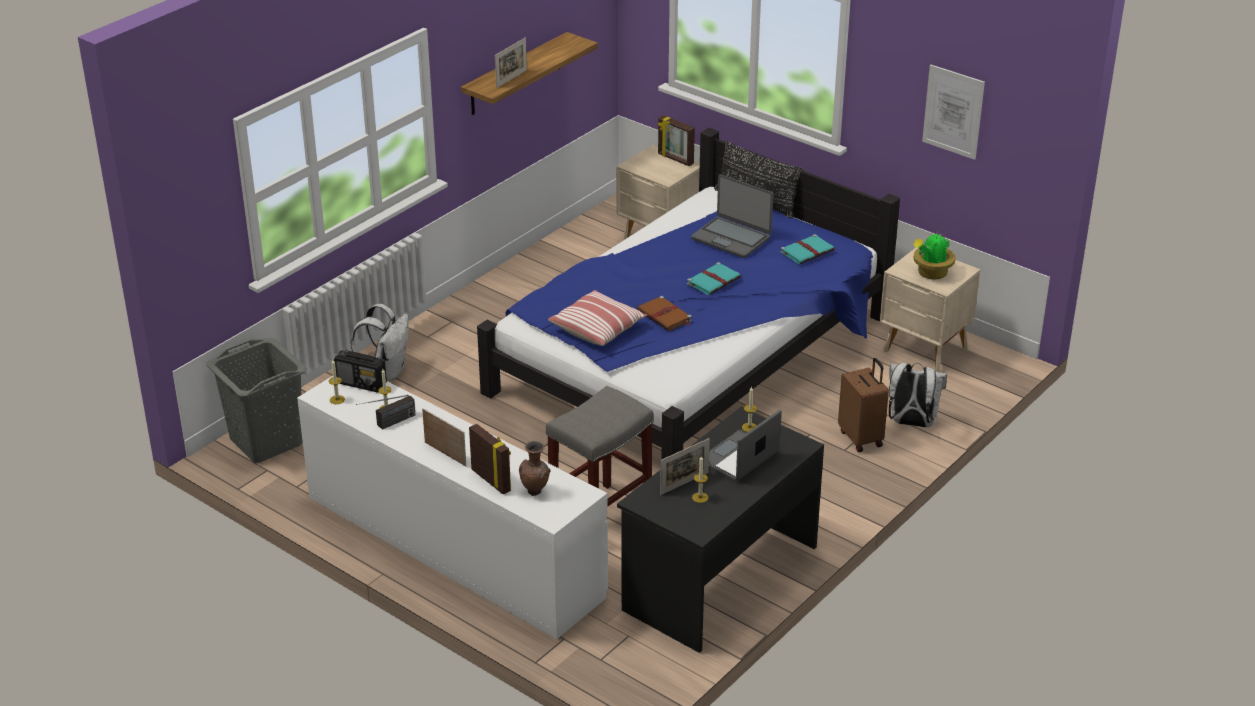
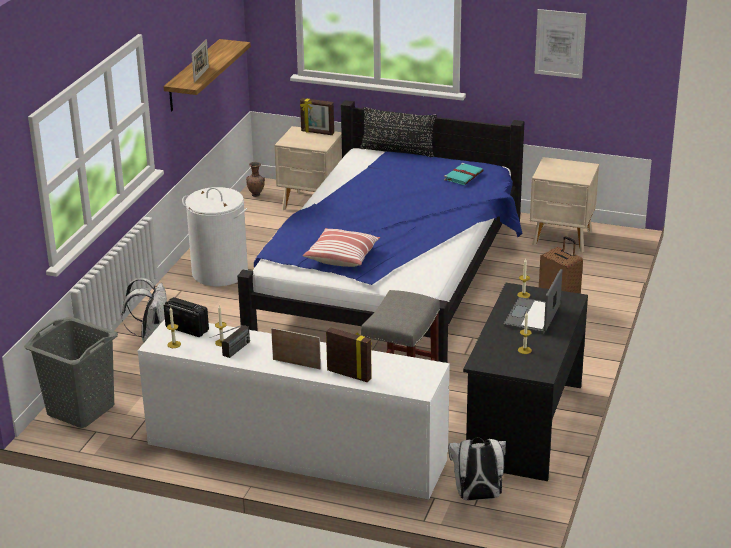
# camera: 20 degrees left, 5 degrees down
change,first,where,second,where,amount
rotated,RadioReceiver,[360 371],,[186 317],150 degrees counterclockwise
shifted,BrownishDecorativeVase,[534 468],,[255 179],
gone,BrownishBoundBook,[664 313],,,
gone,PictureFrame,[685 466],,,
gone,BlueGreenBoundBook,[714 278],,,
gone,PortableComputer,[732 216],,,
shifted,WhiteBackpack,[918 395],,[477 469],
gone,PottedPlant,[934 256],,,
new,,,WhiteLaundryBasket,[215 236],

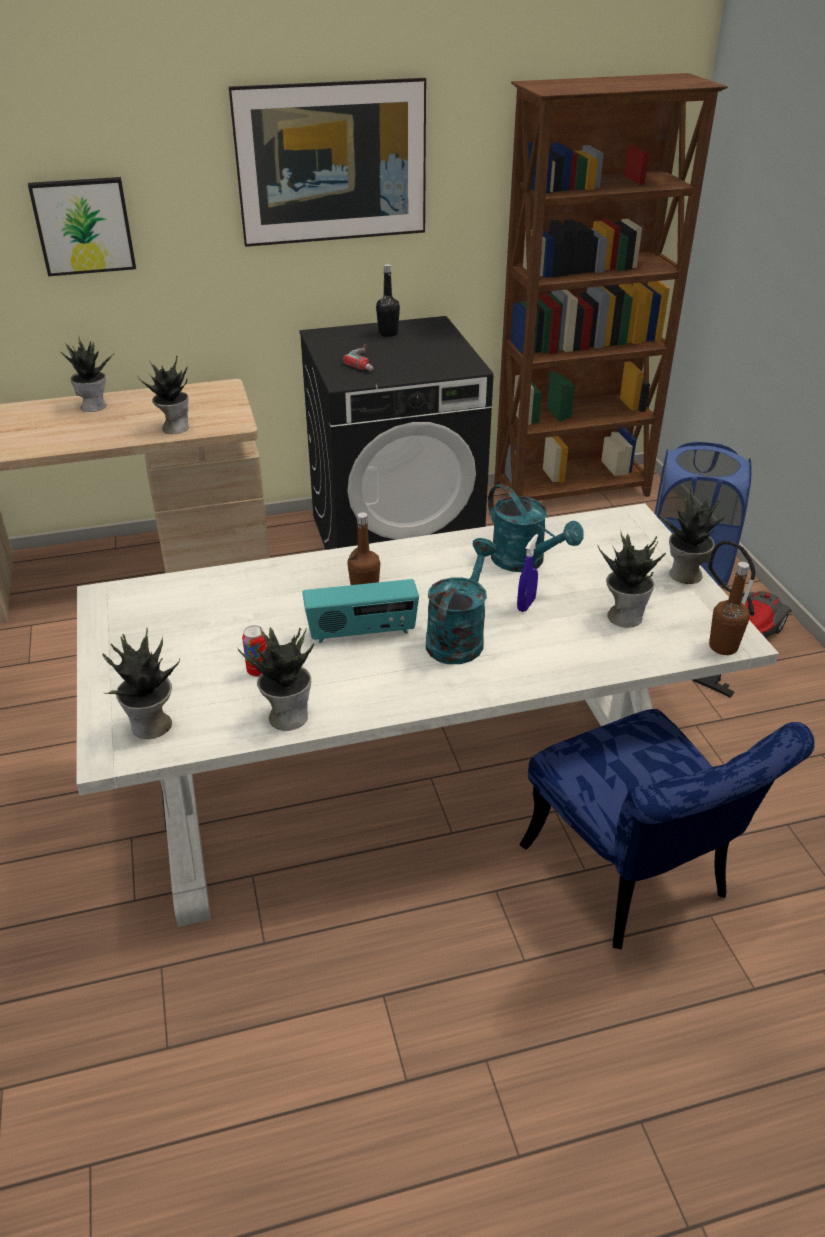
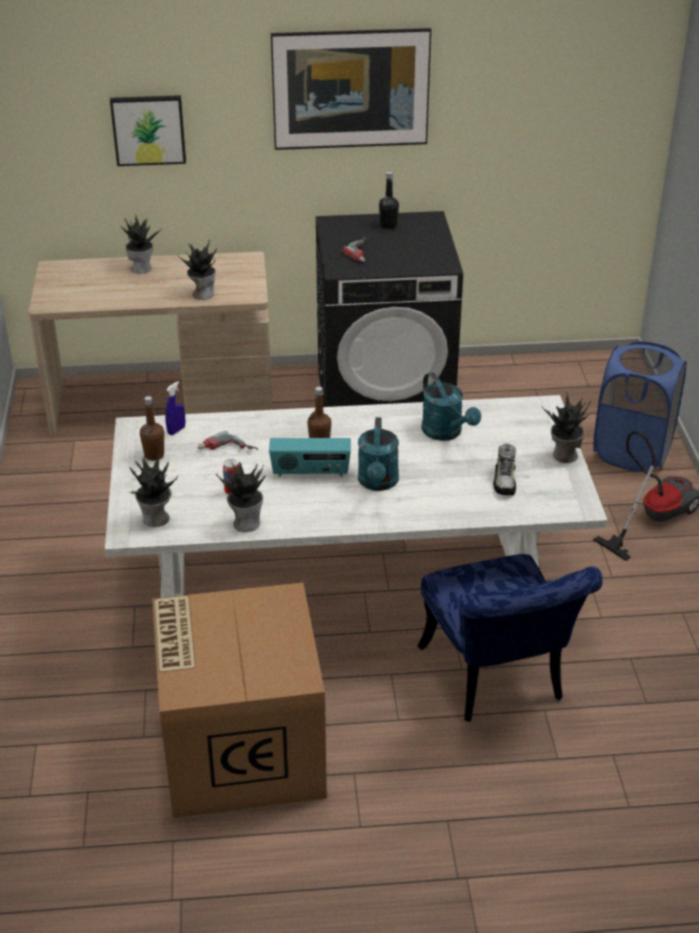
# camera: 10 degrees right, 0 degrees up
change,first,where,second,where,amount
rotated,BlueGreenSprinklingCan,[461 601],,[378 454],150 degrees clockwise
gone,BrownishBookcase,[611 287],,,
shifted,BluishSprayBottle,[527 573],,[175 408],
swapped,PottedPlant,[632 578],Shoe,[504 469],
shifted,BrownishBeverageBottle,[729 608],,[152 428],
new,,,Carton,[239 700],
new,,,Drill,[227 440],

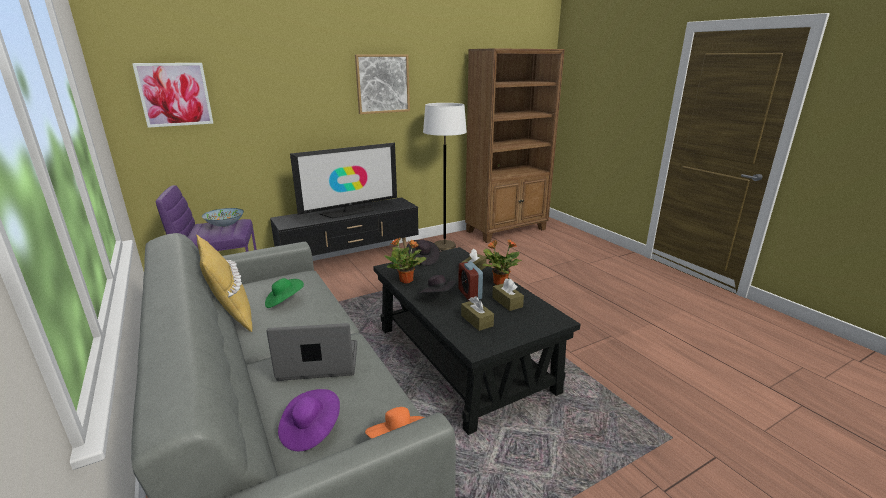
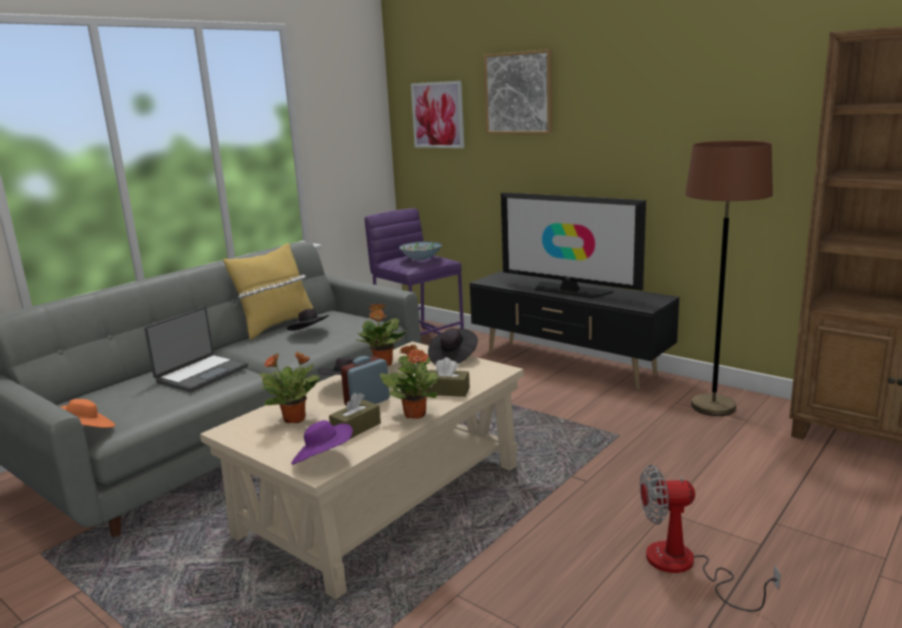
# camera: 70 degrees right, 5 degrees down
change,first,where,second,where,amount
repainted,GreenColouredWearableHat,[284 293],BlackWearableHat,[308 320],
rotated,PortableComputer,[311 352],,[196 349],60 degrees clockwise
shifted,PurplishWearableHat,[309 420],,[322 442],
shifted,Picture,[382 84],,[518 91],
repainted,BlackLoungeTable,[477 341],BeigeLoungeTable,[362 471],
repainted,WhiteStandingLamp,[445 177],BrownishStandingLamp,[729 278],
swapped,BrownishTissueBox,[477 313],PottedPlant,[289 387],
new,,,Fan,[710 538],

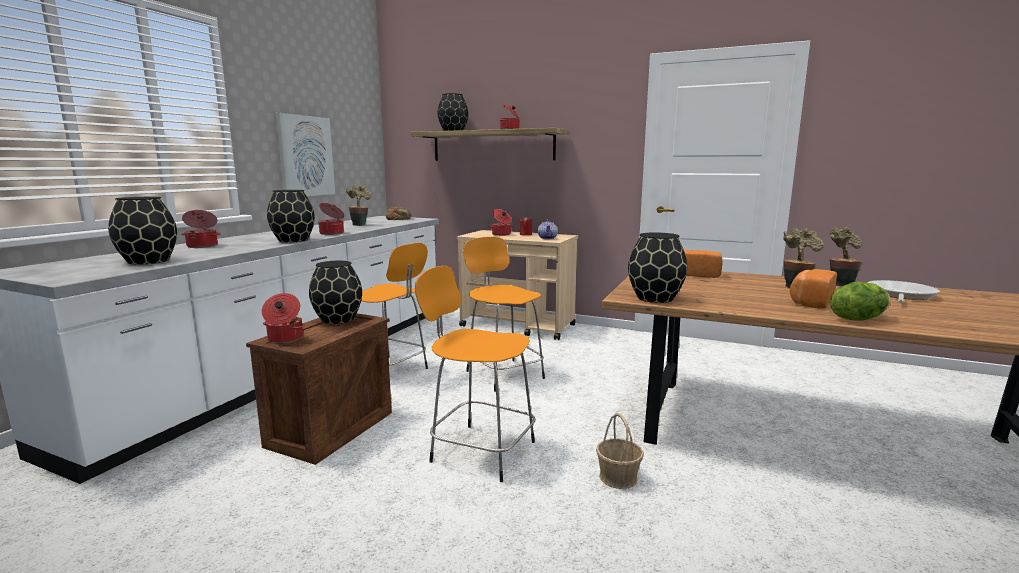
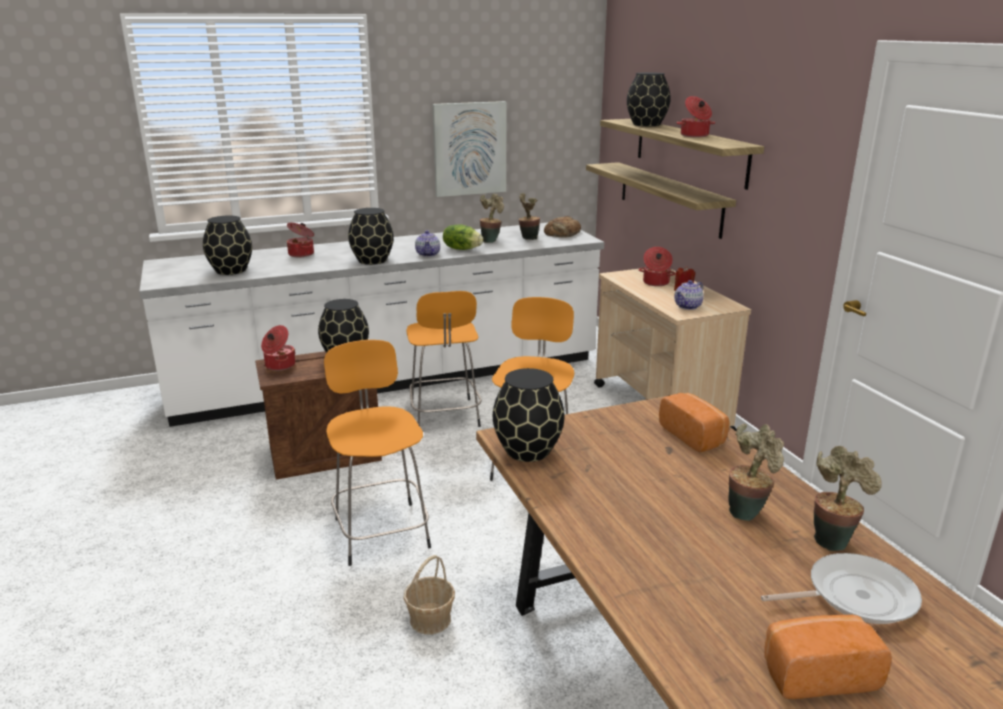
# camera: 45 degrees right, 10 degrees up
change,first,where,second,where,amount
swapped,Stockpot,[331 219],PotForTea,[427 243],
shifted,Bread,[813 289],,[828 657],
shifted,Lettuce,[860 301],,[463 237],
new,,,PottedPlant,[529 216],
new,,,BracketShelf,[661 200],

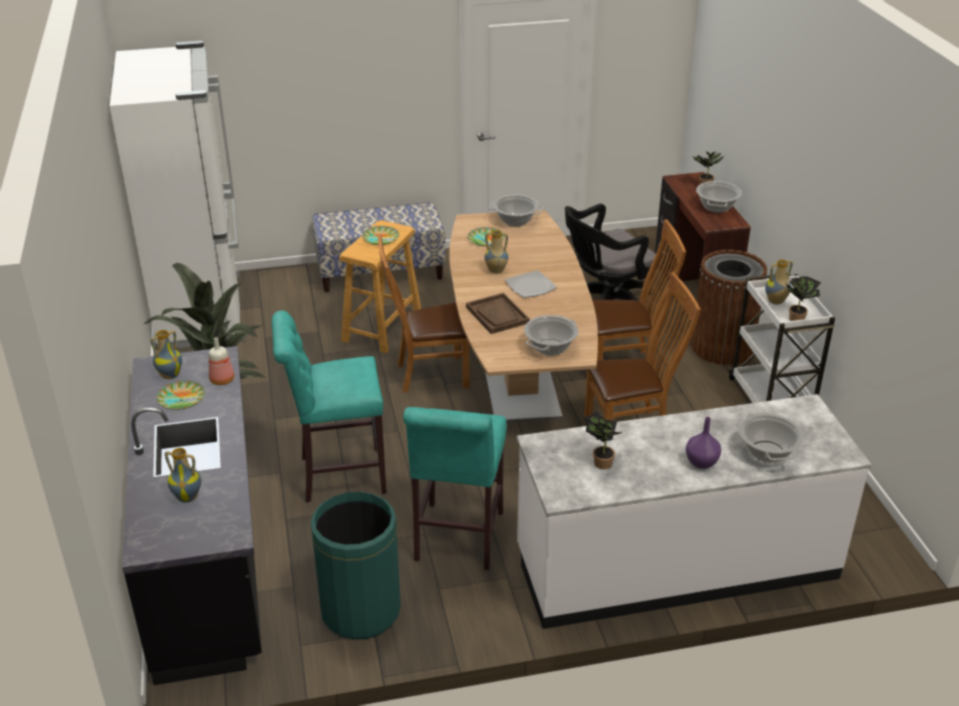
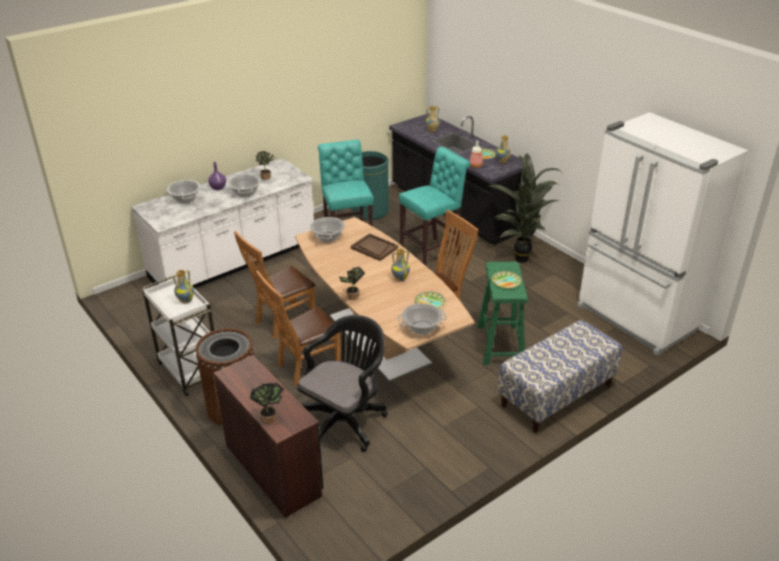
# camera: 155 degrees right, 0 degrees up
change,first,where,second,where,amount
repainted,BeigeStool,[380 286],GreenColouredStool,[502 313],
gone,DinnerPlate,[531 284],,,
shifted,Stockpot,[719 197],,[244 185],
shifted,PottedPlant,[803 298],,[352 283],

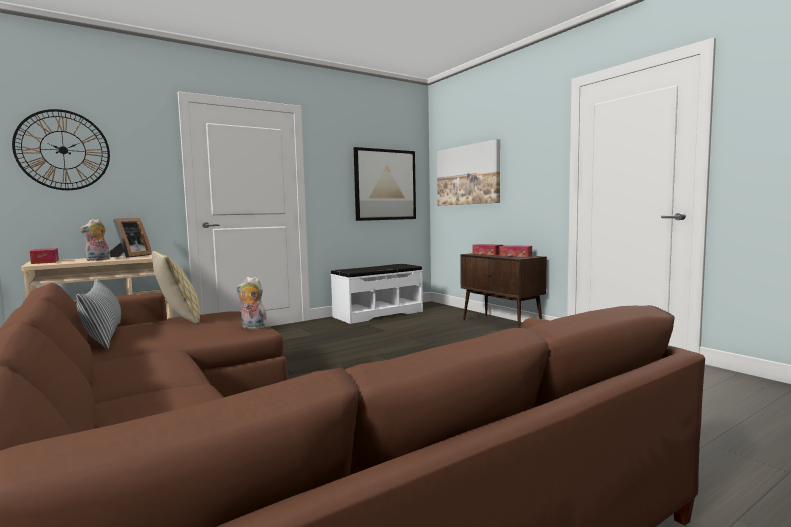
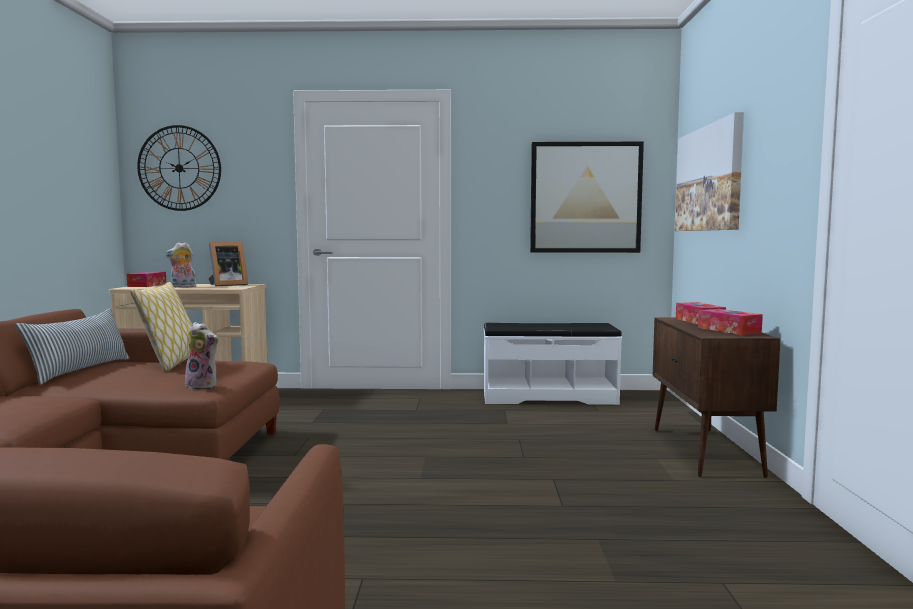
# camera: 35 degrees right, 0 degrees up
change,first,where,second,where,amount
rotated,PlushToy,[252 303],,[201 356],150 degrees clockwise

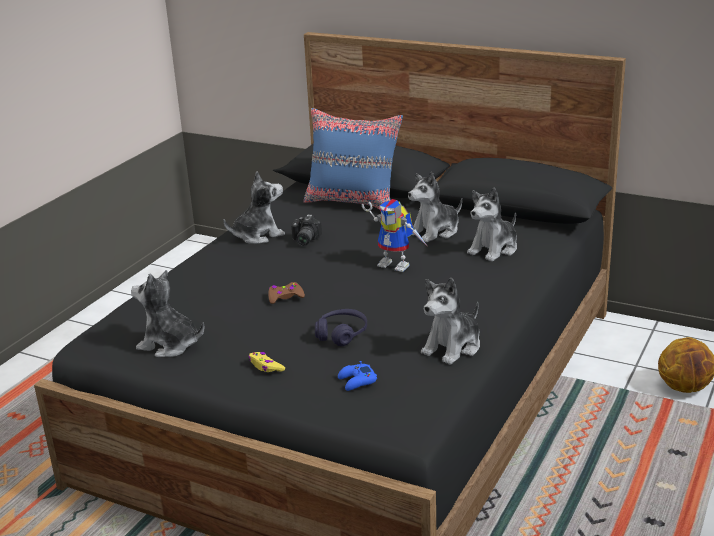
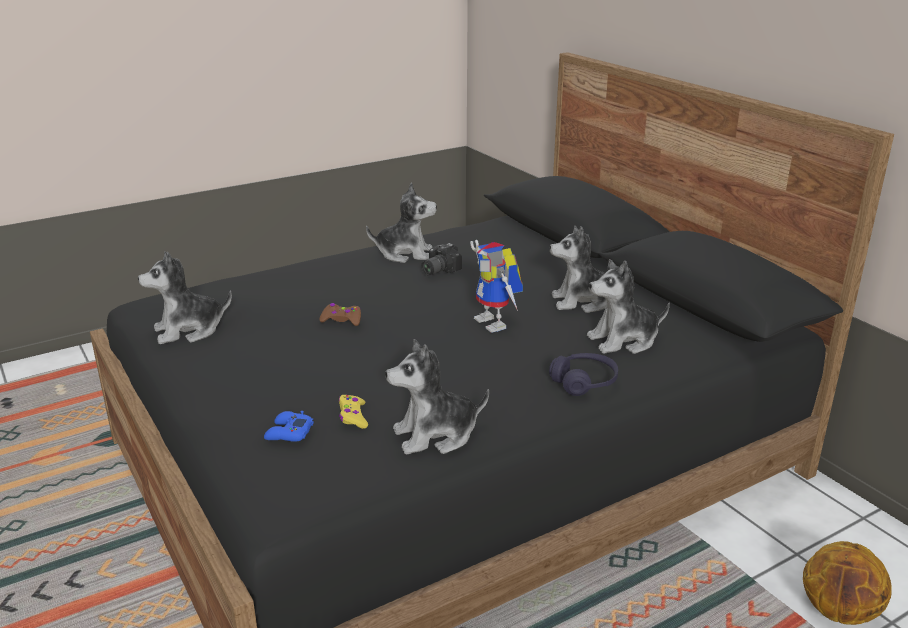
# camera: 30 degrees right, 0 degrees up
change,first,where,second,where,amount
rotated,PlushToy,[167 313],,[185 297],75 degrees counterclockwise
shifted,YellowishJoypad,[266 362],,[353 412],
gone,BluishThrowPillow,[353 158],,,
shifted,PurplishHeadset,[341 327],,[583 374],

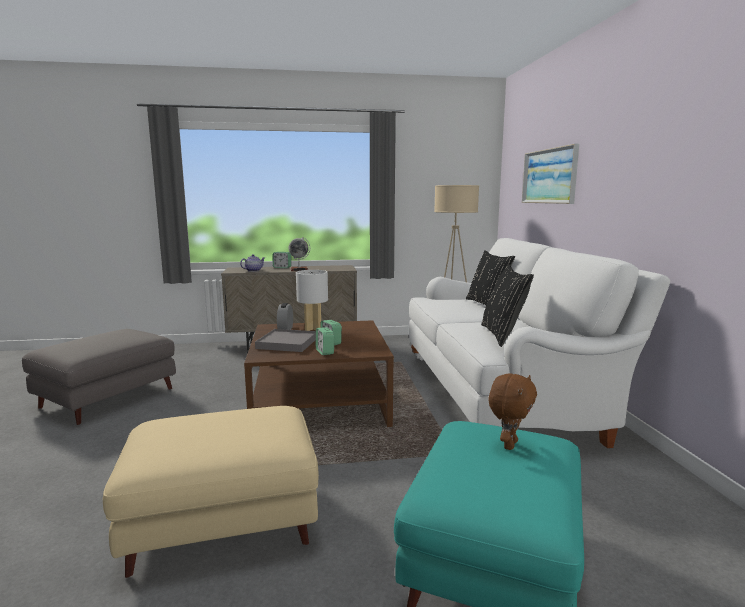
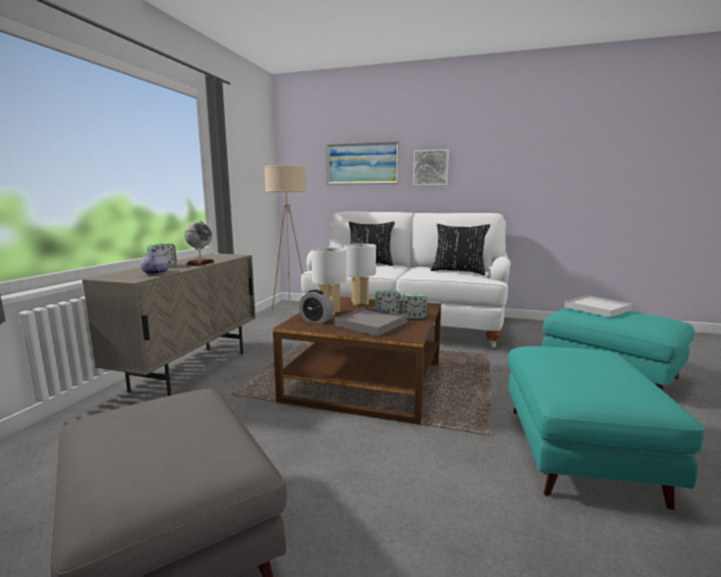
# camera: 65 degrees left, 0 degrees up
change,first,where,second,where,amount
repainted,BeigePouffe,[211 492],BlueGreenPouffe,[606 428],
swapped,BrownishPlushToy,[512 411],WhiteCarryingTray,[598 306],
new,,,WhiteLampForATable,[360 274],
new,,,Picture,[431 167],

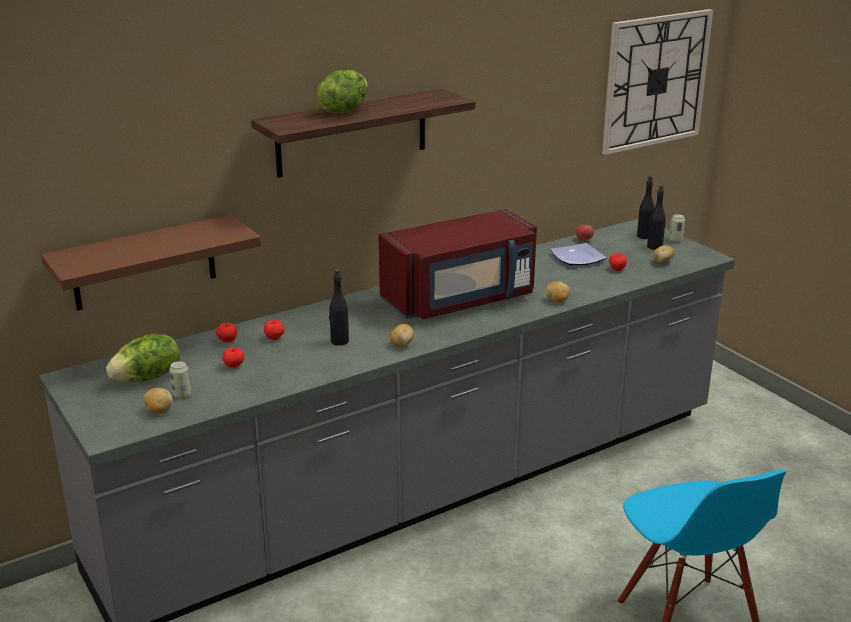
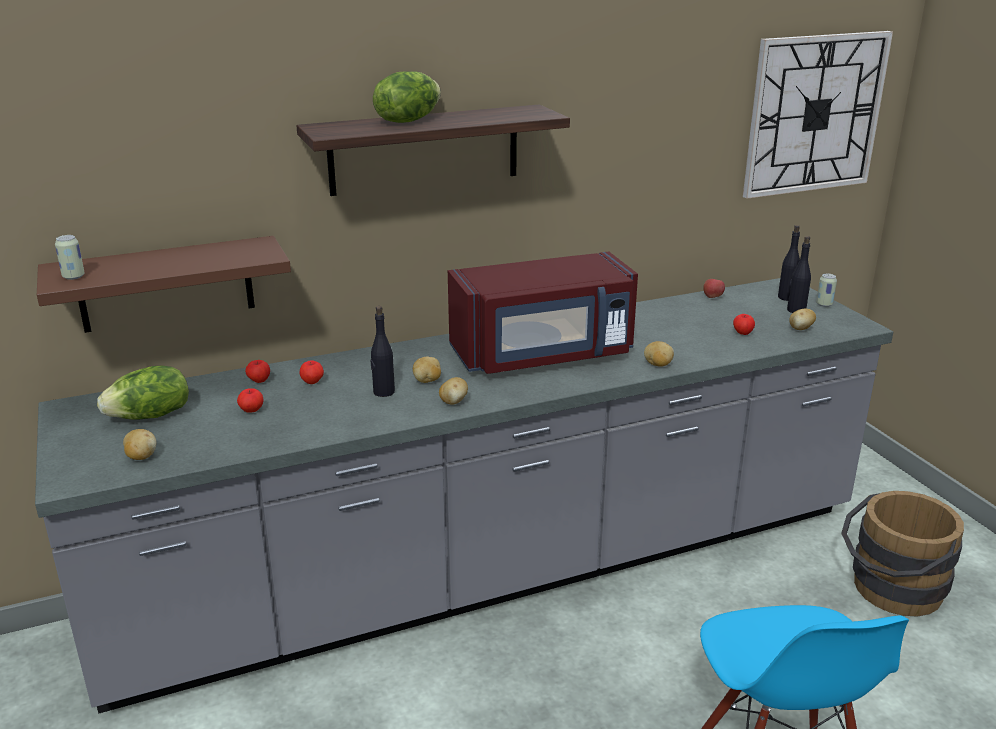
# camera: 10 degrees right, 0 degrees up
change,first,where,second,where,amount
shifted,MetalCan,[180 379],,[70 257],
gone,DinnerPlate,[578 254],,,
new,,,Potato,[427 369],
new,,,BrownishPail,[902 553],

